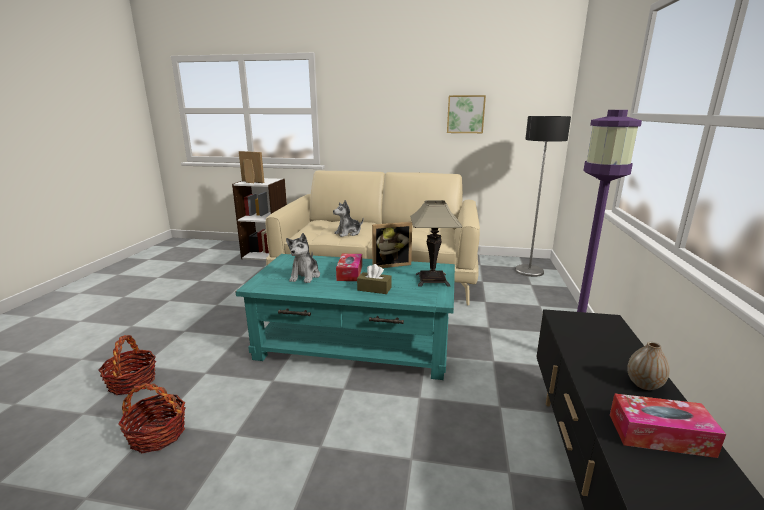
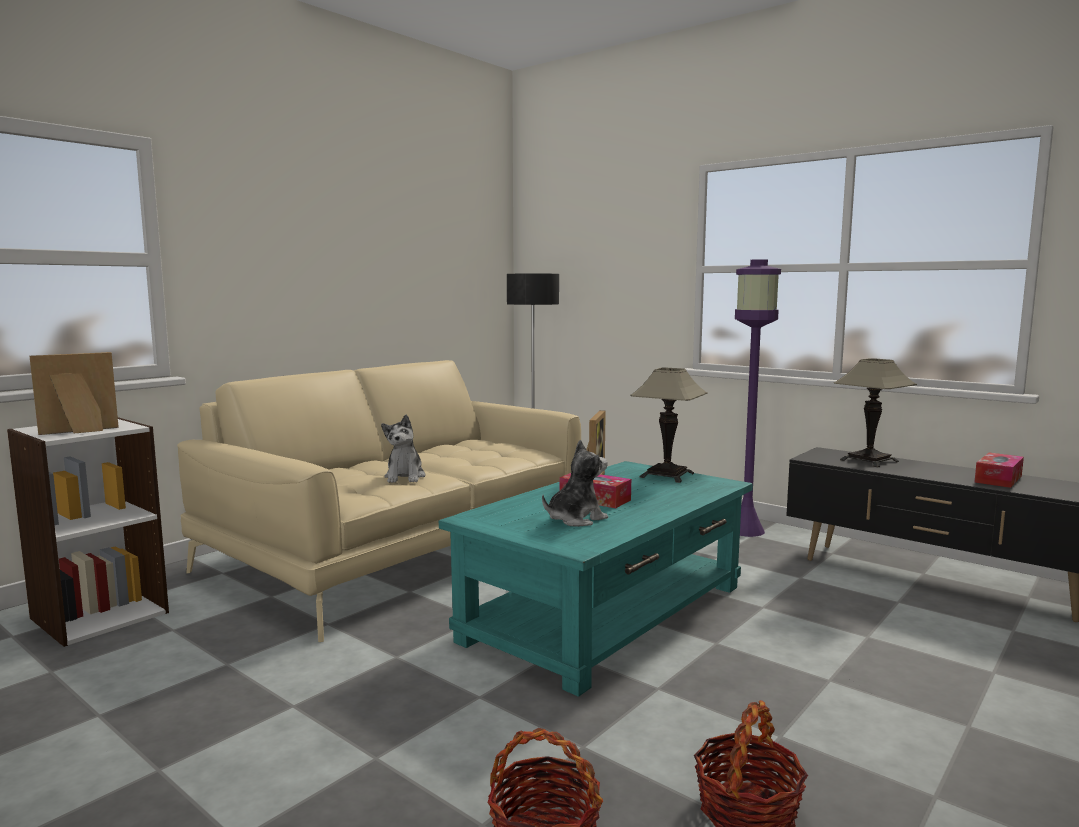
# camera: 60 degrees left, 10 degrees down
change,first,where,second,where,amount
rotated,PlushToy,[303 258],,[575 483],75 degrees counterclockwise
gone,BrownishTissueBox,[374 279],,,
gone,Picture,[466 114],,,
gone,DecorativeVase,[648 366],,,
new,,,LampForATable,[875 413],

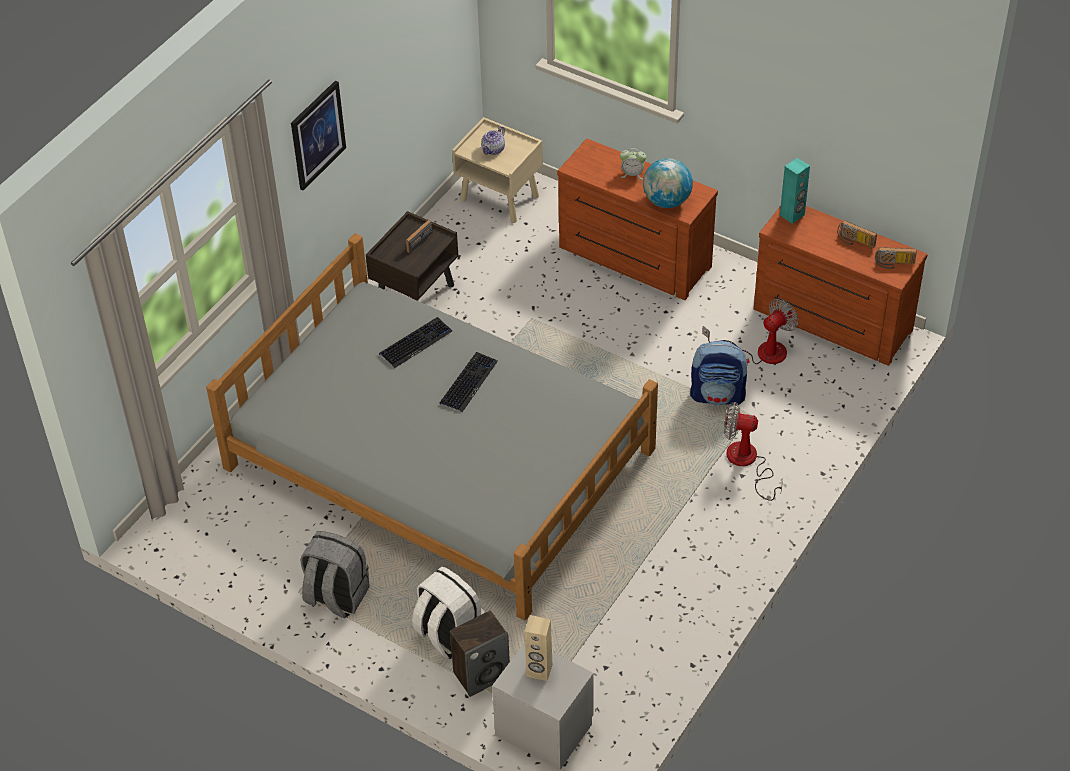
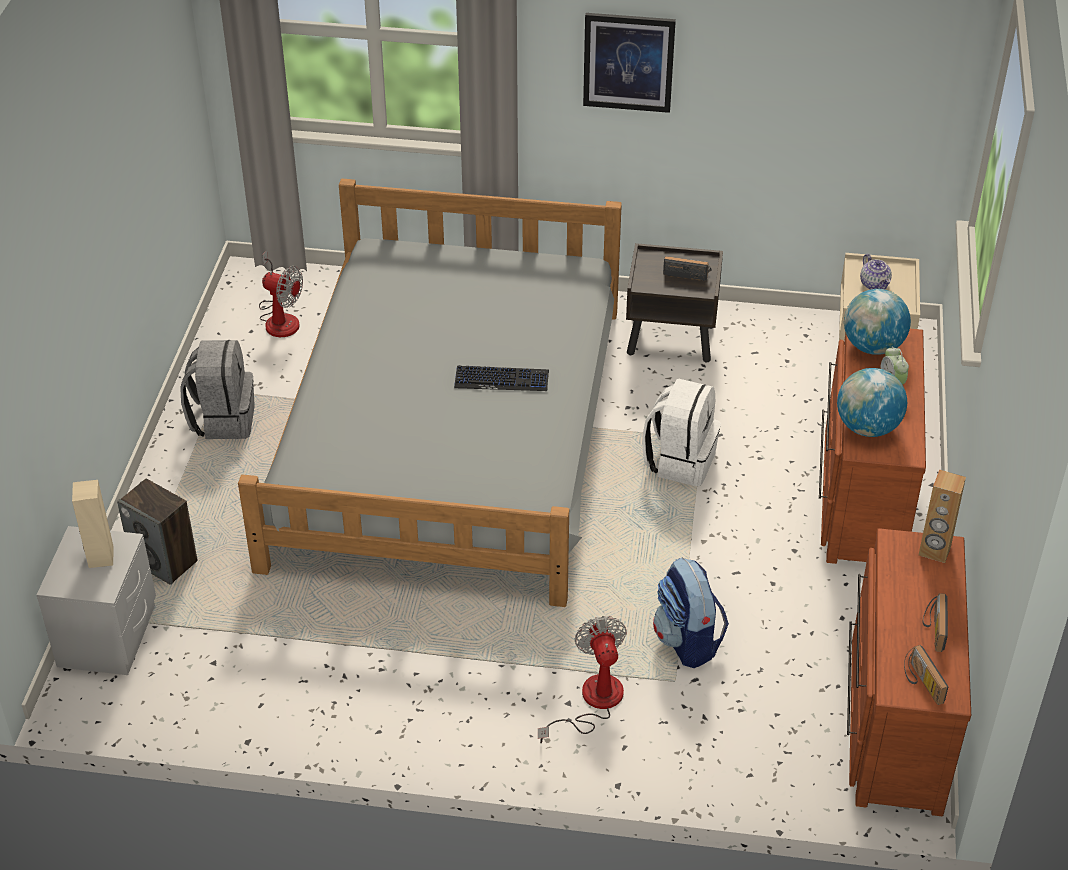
# camera: 65 degrees right, 5 degrees down
change,first,where,second,where,amount
gone,ComputerKeyboard,[415 342],,,
shifted,WhiteBackpack,[448 613],,[681 433],
rotated,PotForTea,[493 140],,[876 272],120 degrees counterclockwise
shifted,Fan,[750 331],,[281 293],
repainted,BlueGreenSpeaker,[795 191],BrownishSpeaker,[942 516],
new,,,WorldGlobe,[877 322],

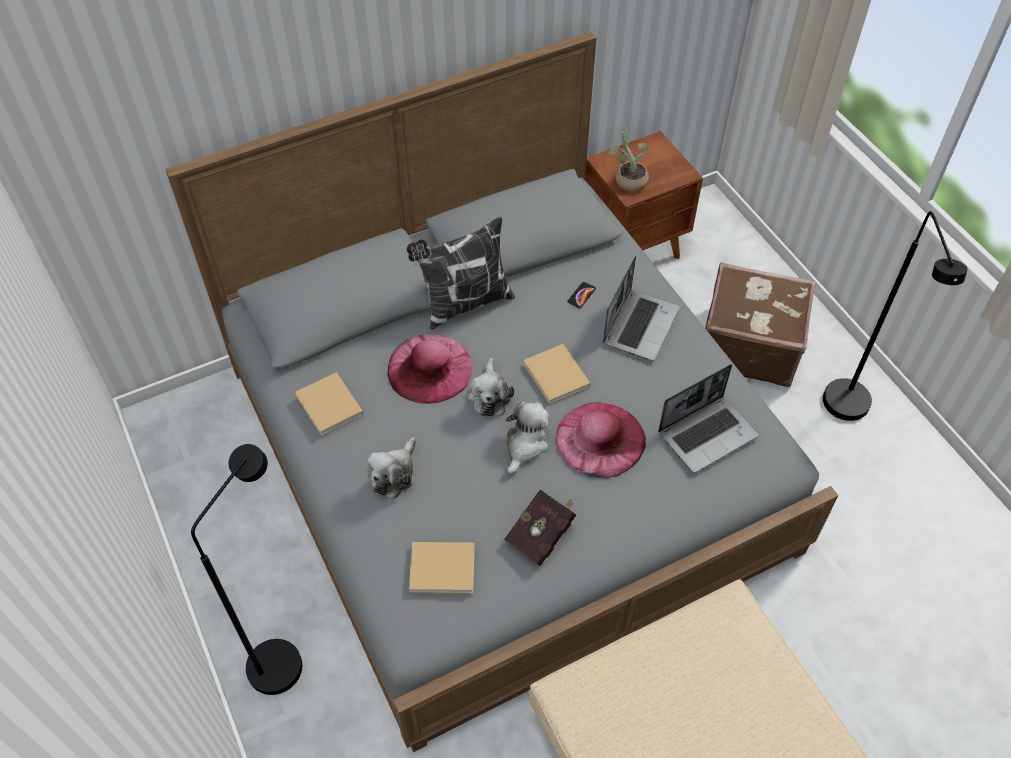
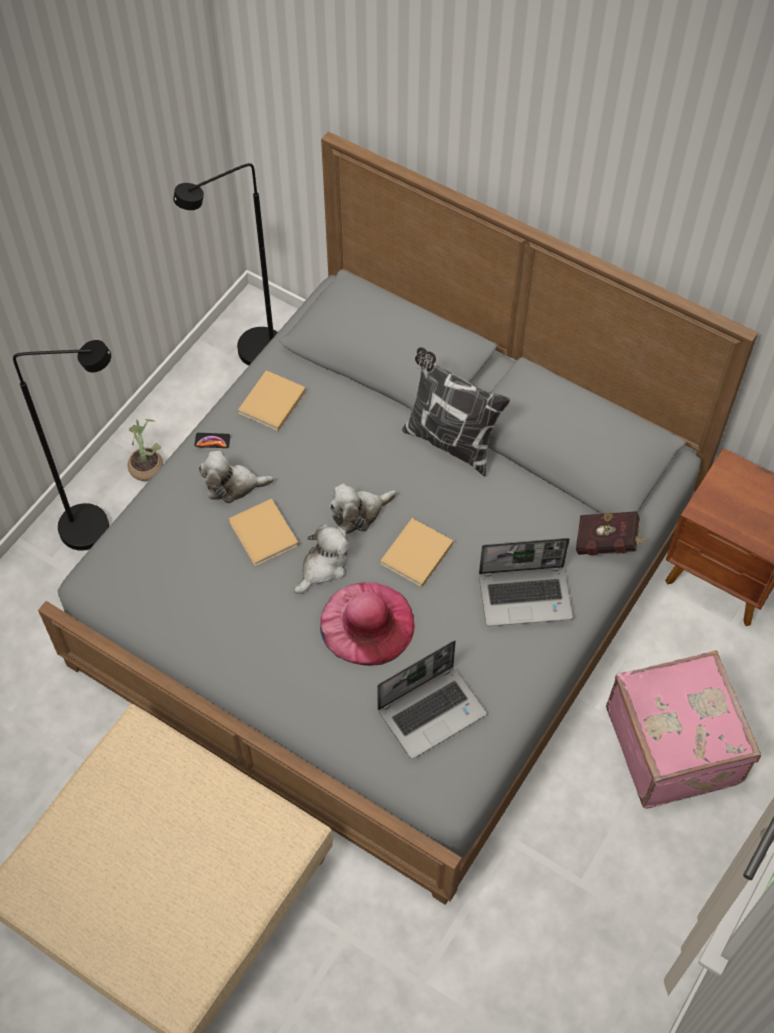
# camera: 60 degrees right, 5 degrees up
change,first,where,second,where,amount
gone,PinkWearableHat,[430 369],,,
shifted,BeigeBoundBook,[442 568],,[263 532],
shifted,ReddishBoundBook,[540 527],,[612 533],
rotated,PlushToy,[527 438],,[321 559],45 degrees counterclockwise
shifted,Handset,[581 295],,[212 440],
shifted,PottedPlant,[628 160],,[145 449],
rotated,PortableComputer,[708 418],,[432 699],60 degrees counterclockwise
repainted,BrownishSuitcase,[760 324],PinkSuitcase,[683 729],
shifted,BlackStandingLamp,[895 316],,[225 264],

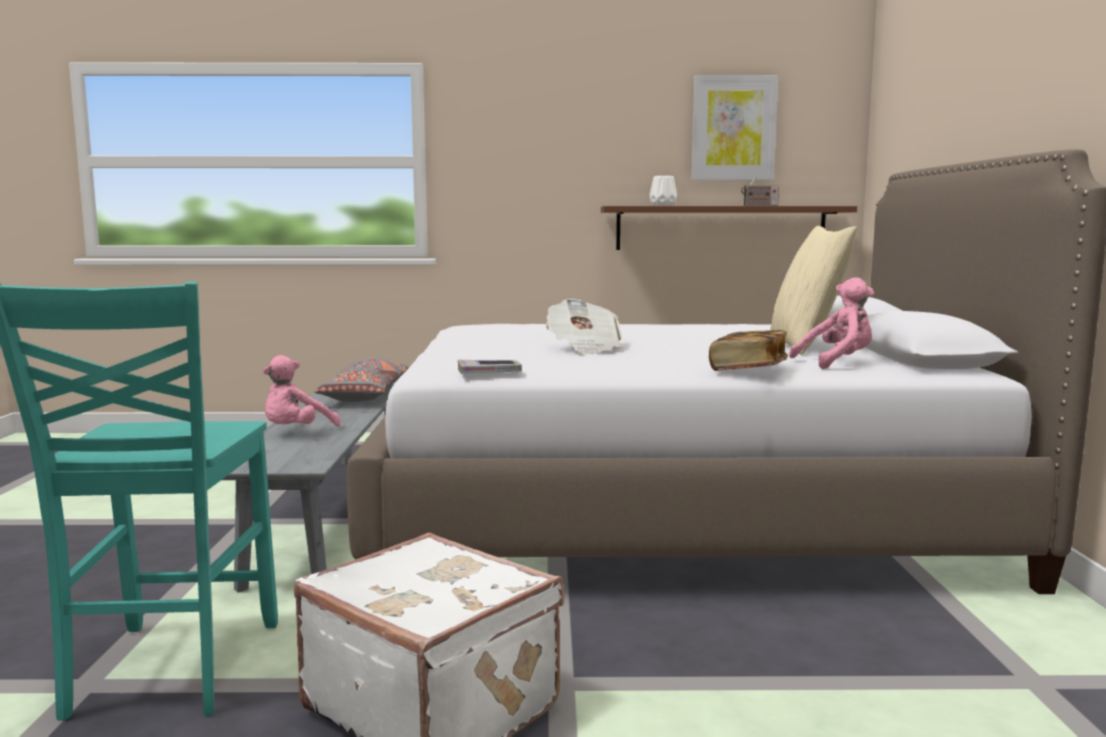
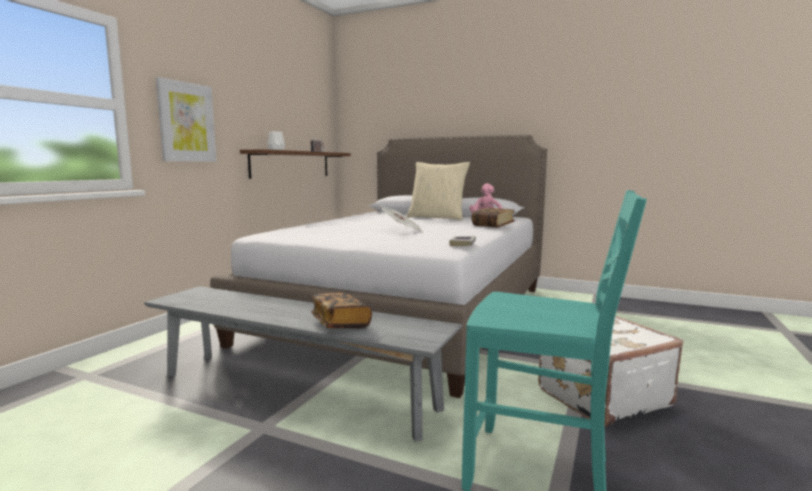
# camera: 65 degrees left, 0 degrees up
change,first,where,second,where,amount
swapped,PinkPlushToy,[301 390],BoundBook,[341 310],
gone,GrayThrowPillow,[361 380],,,
shifted,Picture,[734 127],,[186 119],

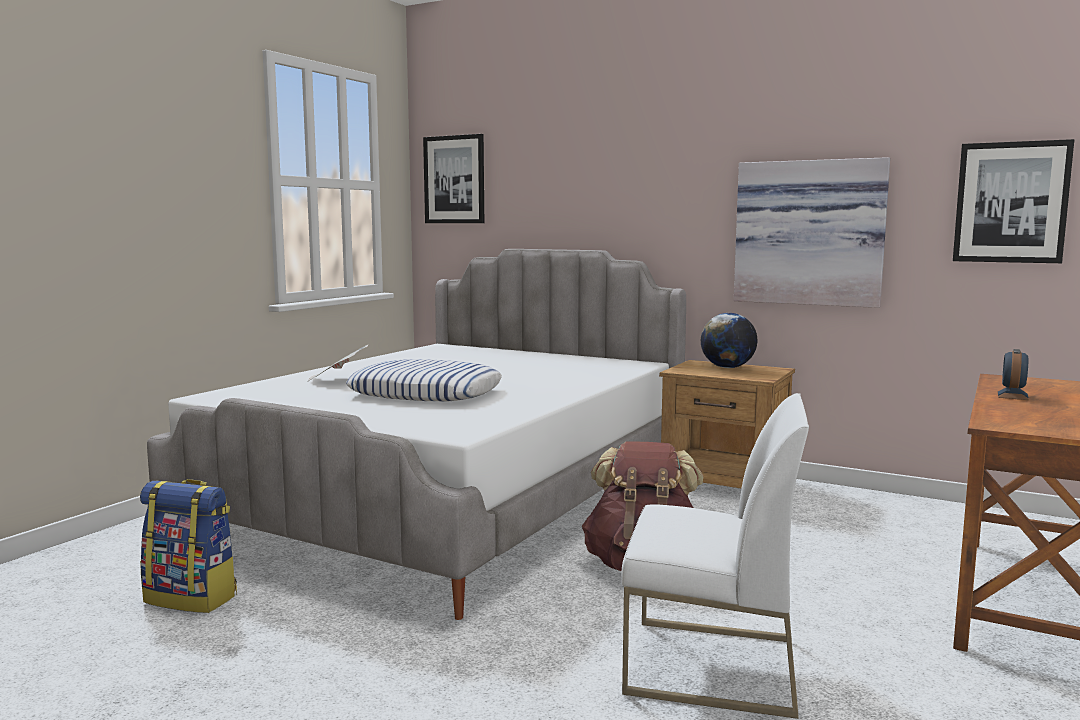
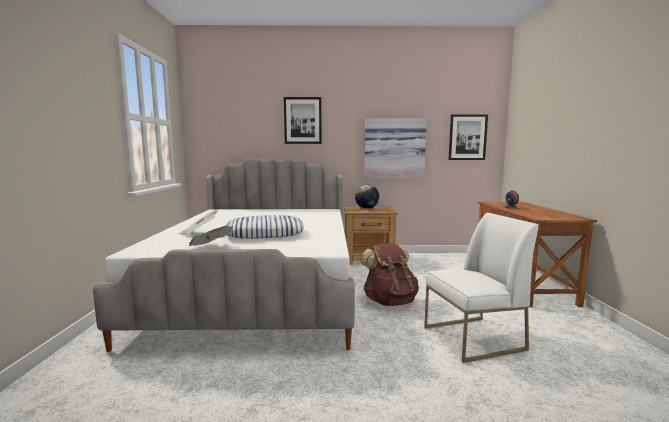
# camera: 30 degrees left, 0 degrees up
change,first,where,second,where,amount
gone,Backpack,[188 546],,,
shifted,Picture,[453 178],,[303 120],
new,,,DailyPaper,[211 236],

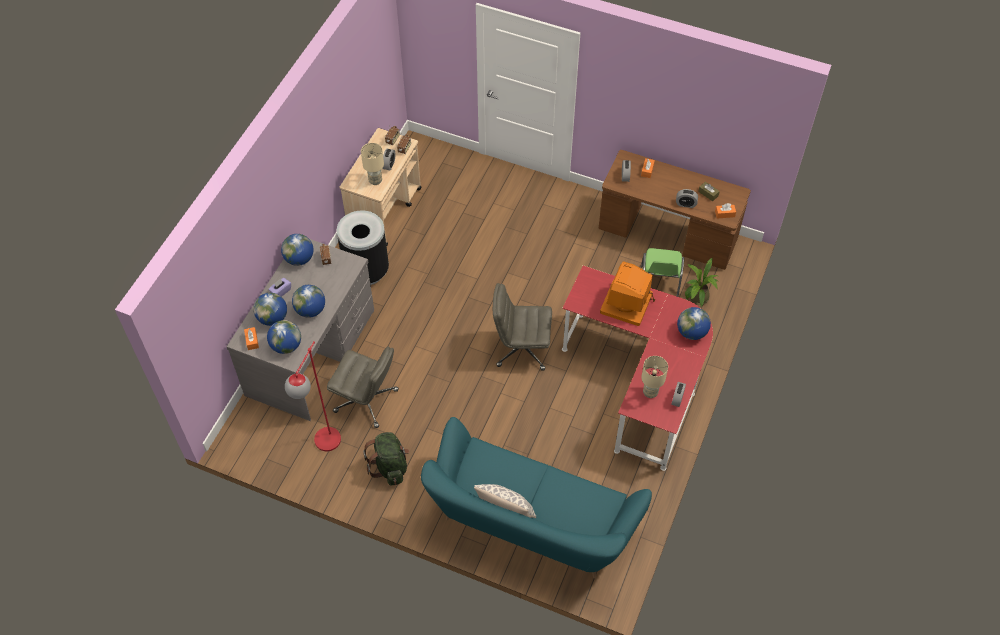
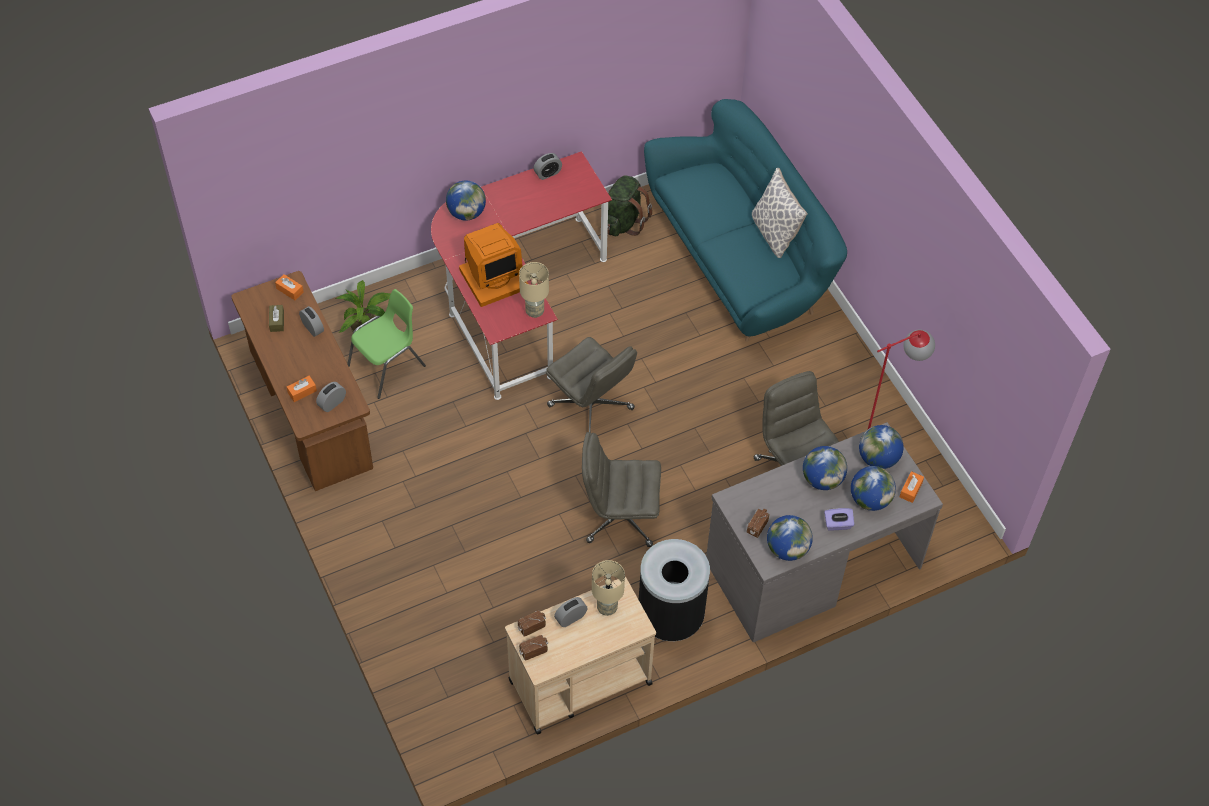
# camera: 140 degrees left, 0 degrees up
change,first,where,second,where,amount
shifted,GreenColouredBackpack,[386 459],,[629 205],
shifted,BeigeLampForATable,[654 377],,[534 290],
new,,,GrayOfficeChair,[621 489],

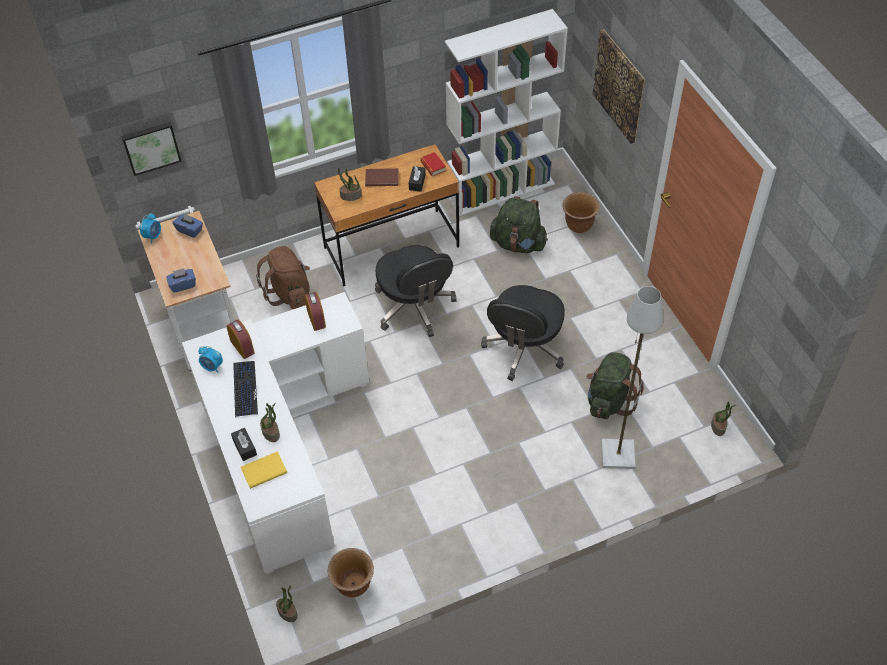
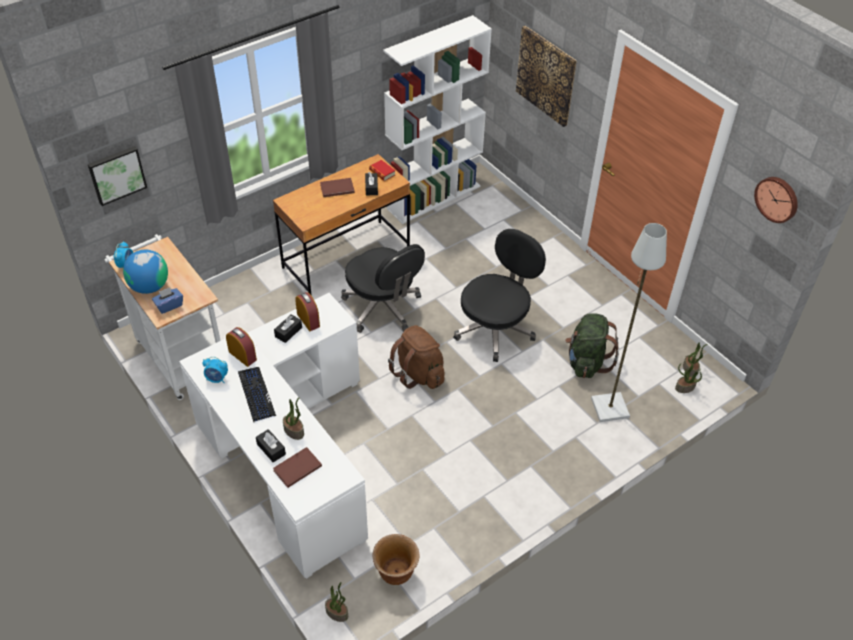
# camera: 15 degrees left, 5 degrees down
change,first,where,second,where,amount
gone,BluishTissueBox,[188 226],,,
repainted,YellowishBoundBook,[264 470],BrownishBoundBook,[297 467],
shifted,BrownishBackpack,[283 277],,[416 357],
shifted,PottedPlant,[350 184],,[688 378],
rotated,BlackOfficeChair,[523 333],,[499 295],150 degrees counterclockwise
gone,GreenColouredBackpack,[519 224],,,
gone,BrownishPlanter,[581 212],,,
new,,,WorldGlobe,[145 272],
new,,,BlackTissueBox,[288 328],
new,,,ClockOnTheWall,[776 200],

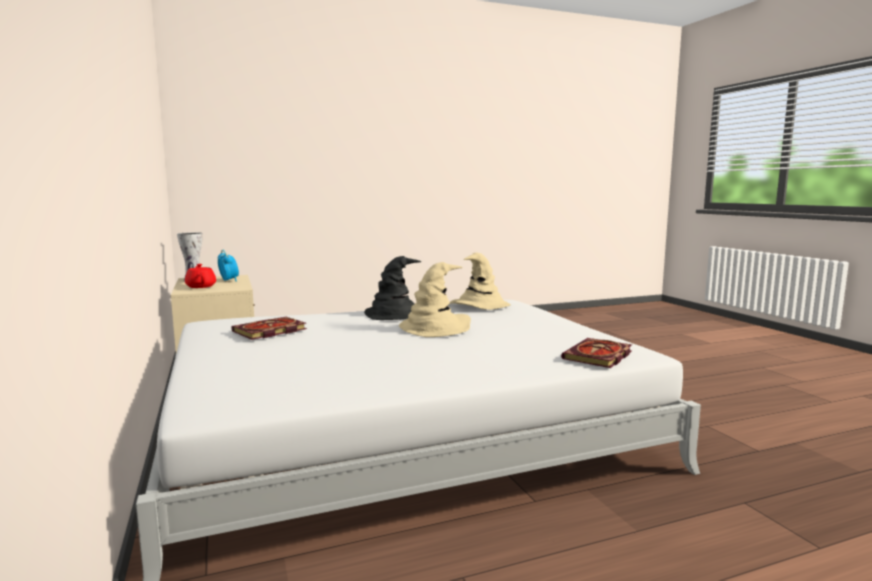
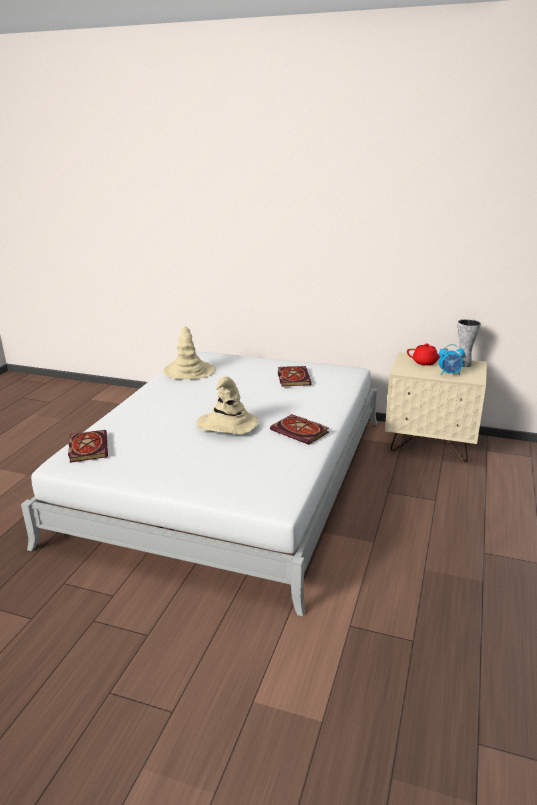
# camera: 130 degrees right, 15 degrees up
change,first,where,second,where,amount
swapped,BlackWearableHat,[393 288],BoundBook,[299 429],
shifted,BeigeWearableHat,[480 281],,[189 353],

